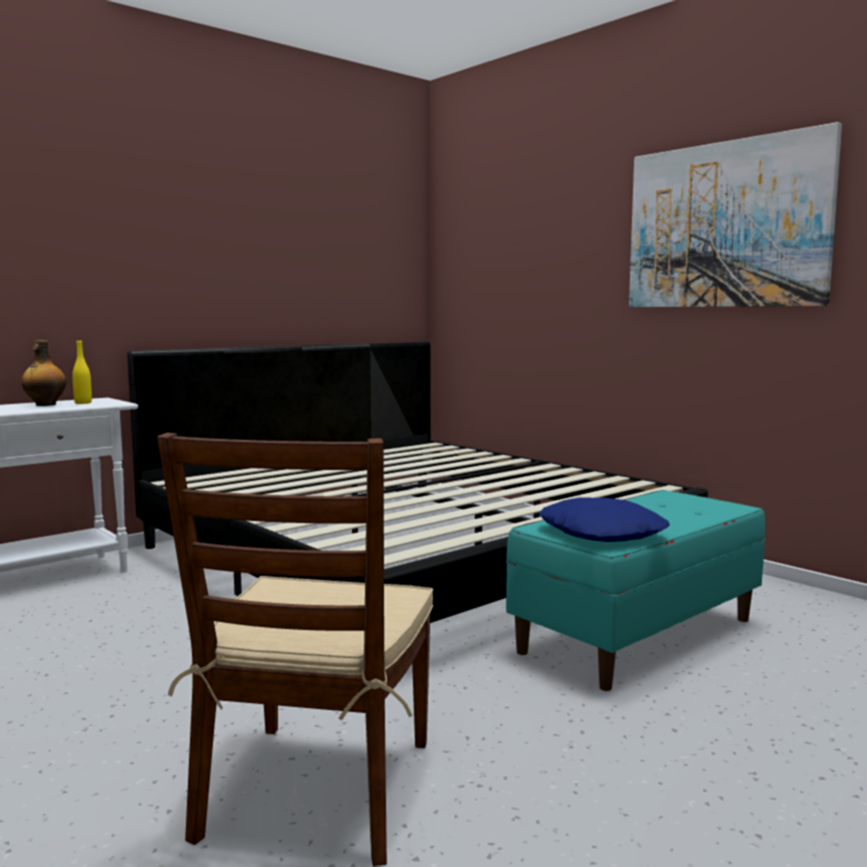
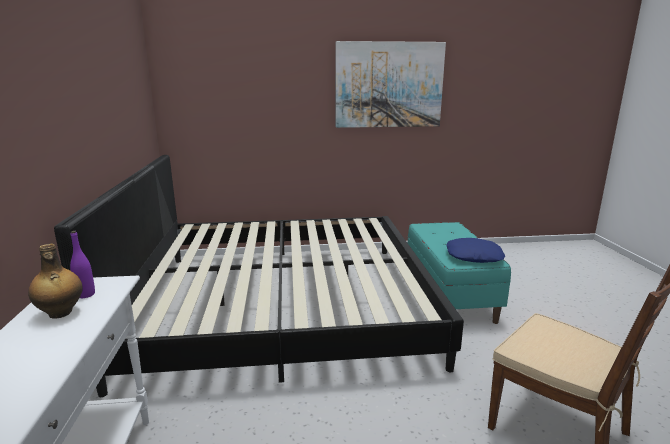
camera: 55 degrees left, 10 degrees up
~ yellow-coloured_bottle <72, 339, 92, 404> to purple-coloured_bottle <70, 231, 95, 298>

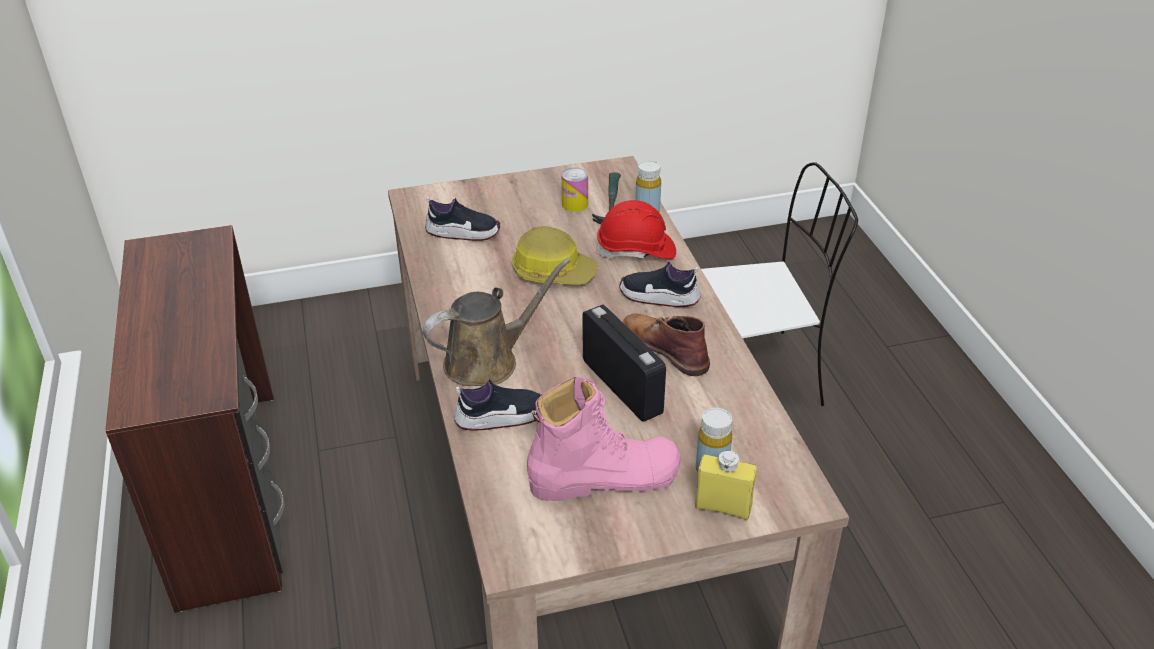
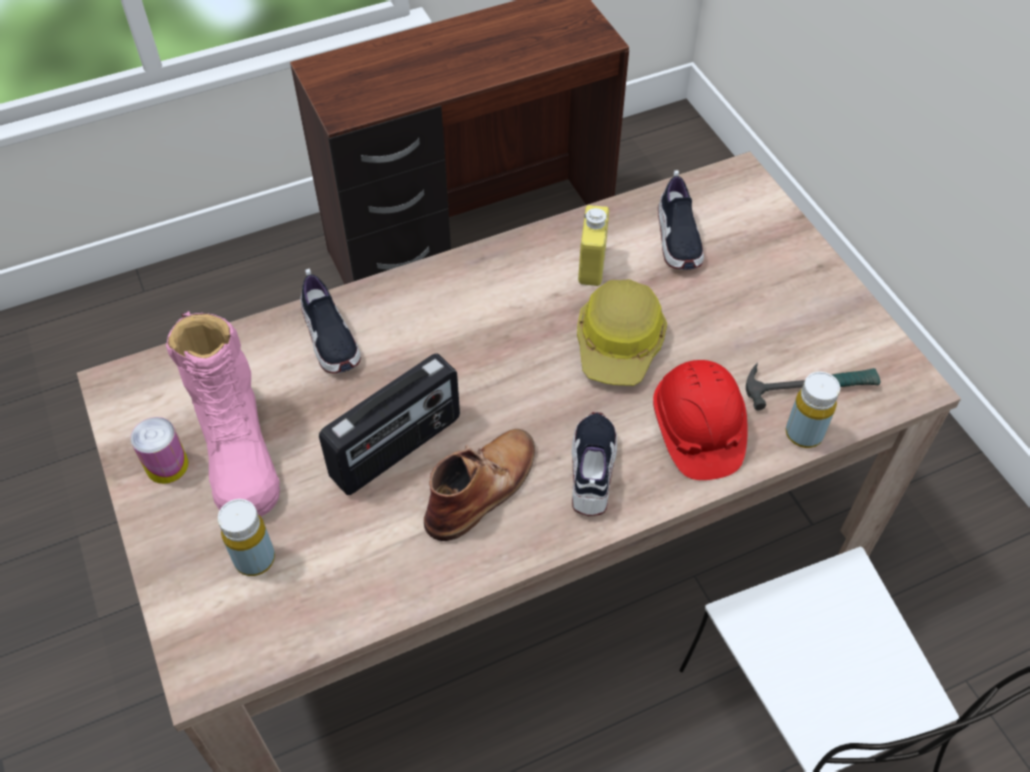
camera: 80 degrees right, 15 degrees up
~ metal_can <562, 168, 588, 212> to <130, 417, 189, 484>
~ yellow-coloured_bottle <695, 451, 757, 520> to <578, 205, 609, 286>
- brownish_watering_pot <423, 258, 571, 386>

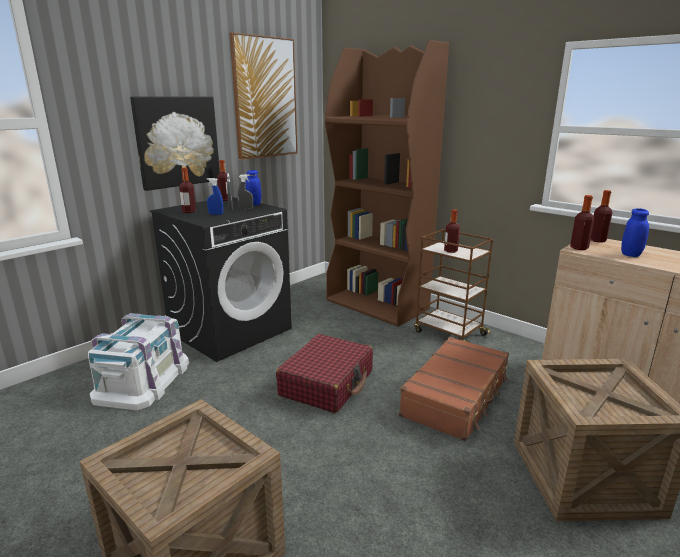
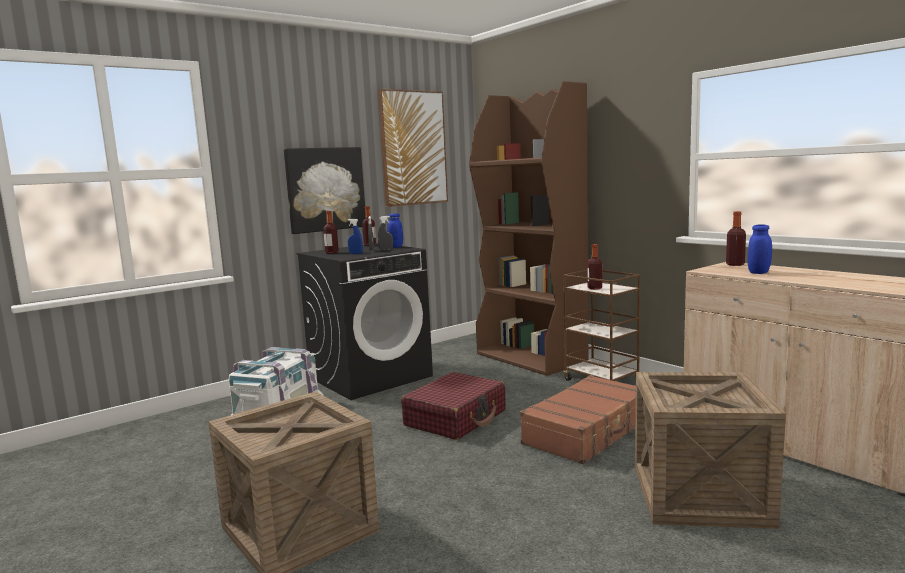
camera: 10 degrees right, 10 degrees down
- bottle <570, 195, 594, 250>

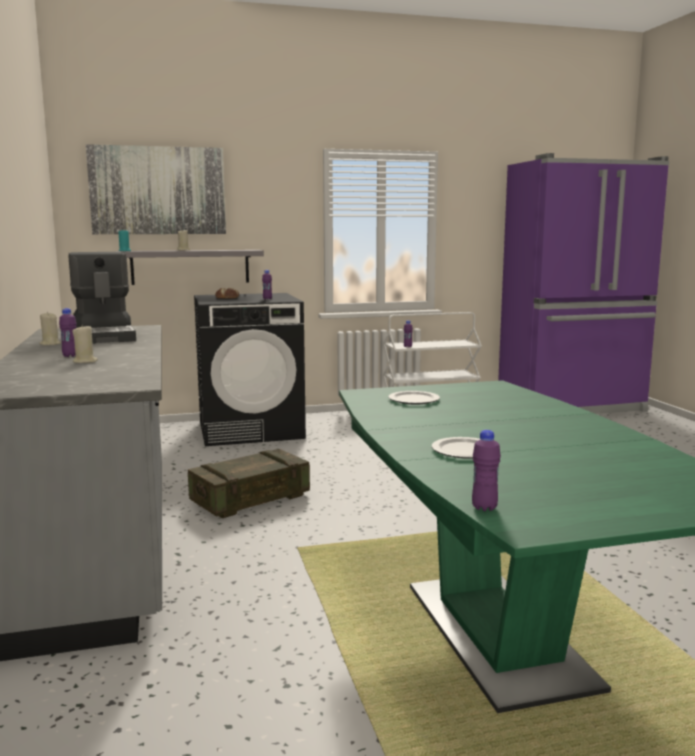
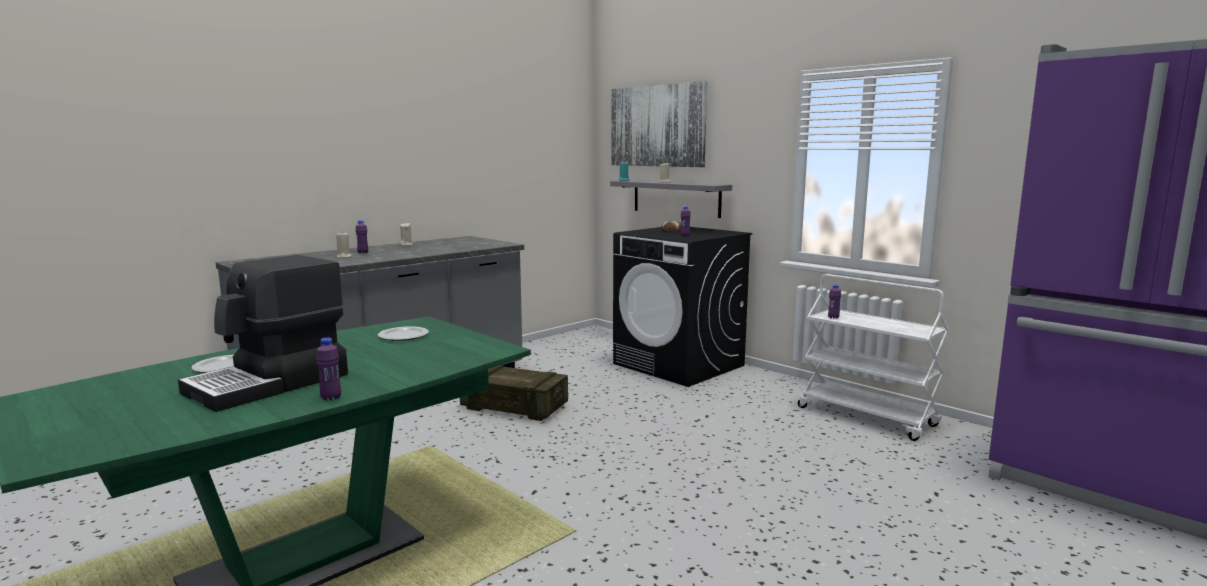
camera: 60 degrees right, 0 degrees up
~ coffee_brewer <69, 252, 136, 344> to <178, 255, 348, 412>
~ purple-coloured_bottle <472, 430, 501, 511> to <316, 337, 341, 401>

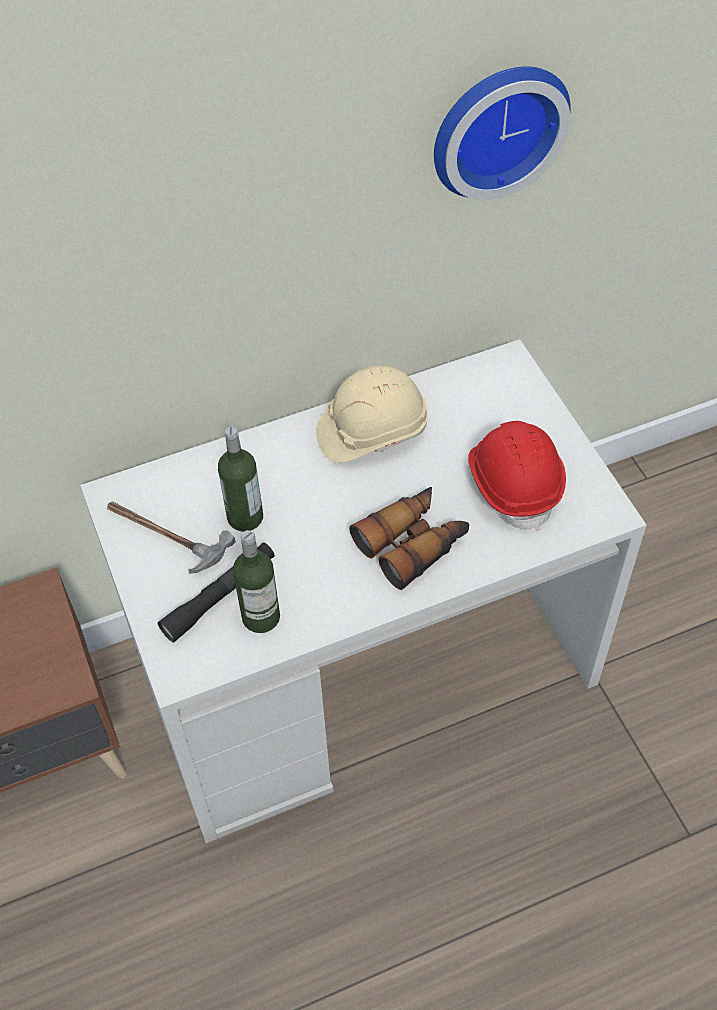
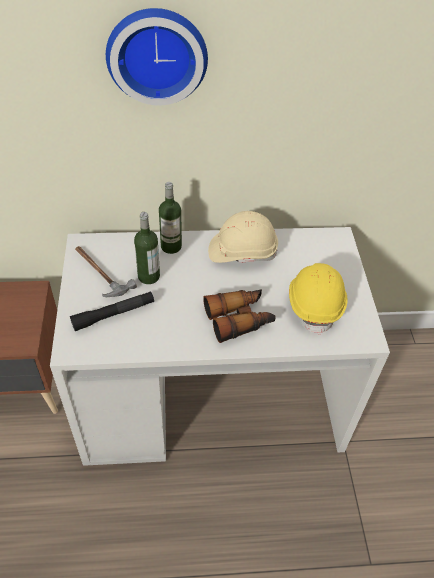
camera: 15 degrees right, 5 degrees down
~ wall_clock <434, 66, 571, 200> to <106, 8, 208, 105>
~ bottle <233, 530, 280, 633> to <159, 182, 182, 254>
~ reddish_hard_hat <468, 421, 566, 531> to yellow-coloured_hard_hat <289, 263, 348, 335>

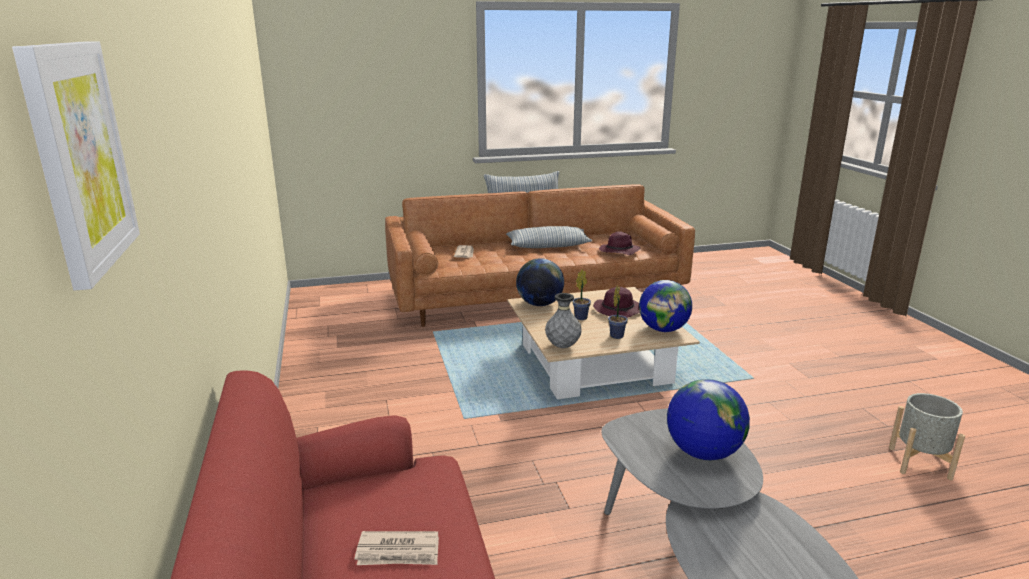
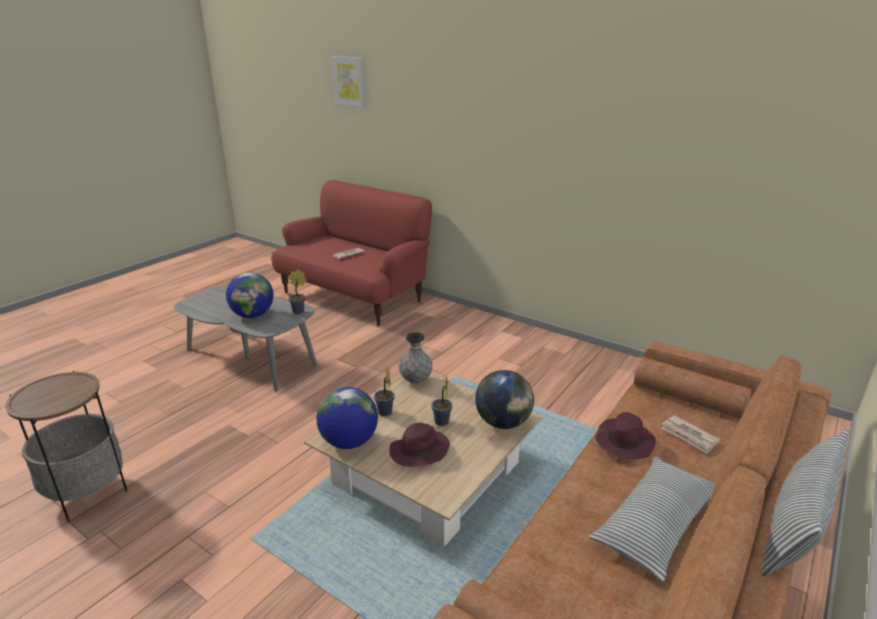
camera: 140 degrees right, 5 degrees up
~ grey_flower_pot <889, 393, 965, 480> to accent_table <5, 371, 128, 523>
+ plant_in_a_pot <288, 269, 306, 314>
~ purple-coloured_wearable_hat <599, 231, 640, 255> to <595, 412, 656, 460>

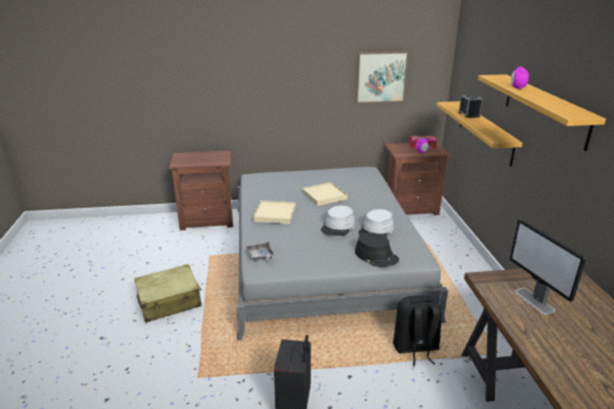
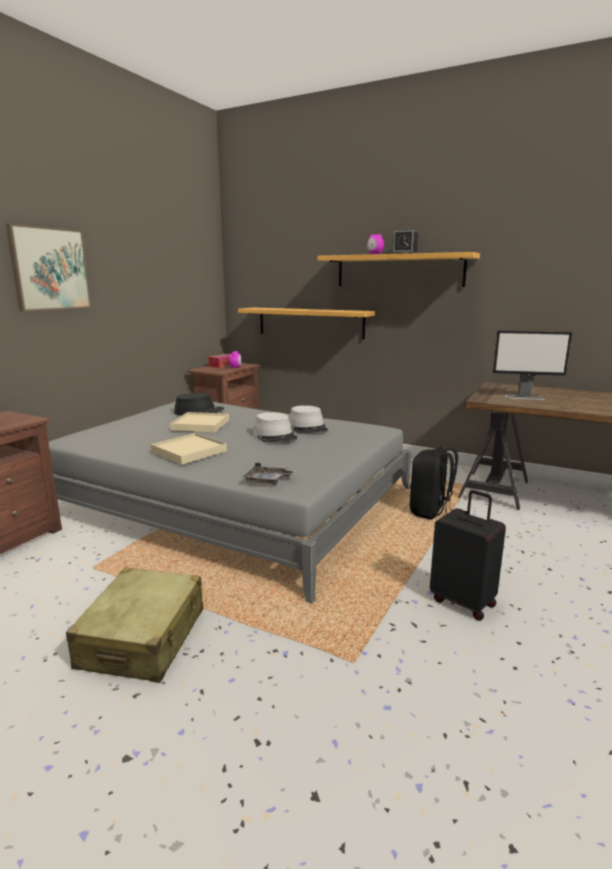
camera: 55 degrees left, 10 degrees down
~ picture <356, 51, 408, 103> to <6, 223, 91, 312>
~ black-coloured_wearable_hat <355, 233, 399, 267> to <174, 393, 224, 416>
~ alarm_clock <458, 94, 482, 118> to <391, 228, 418, 254>

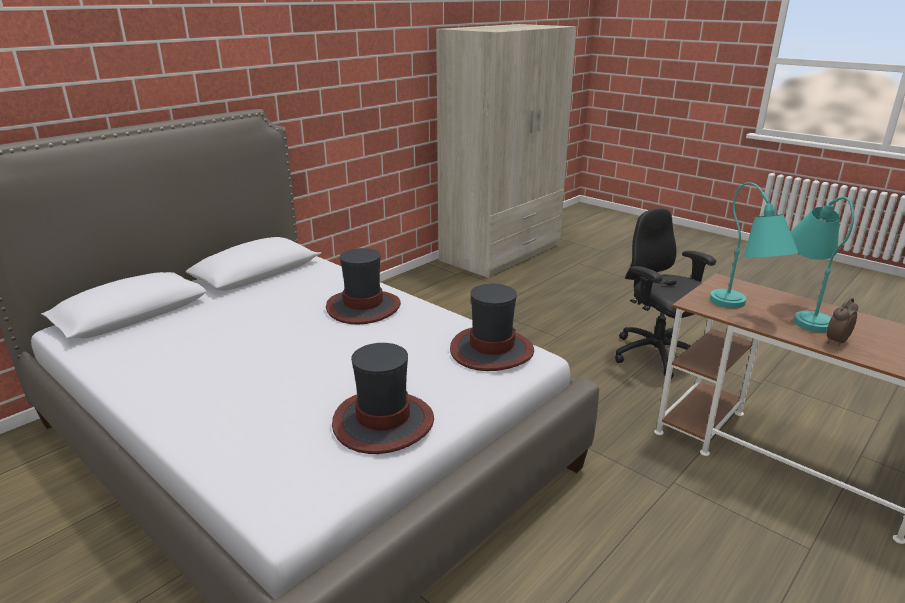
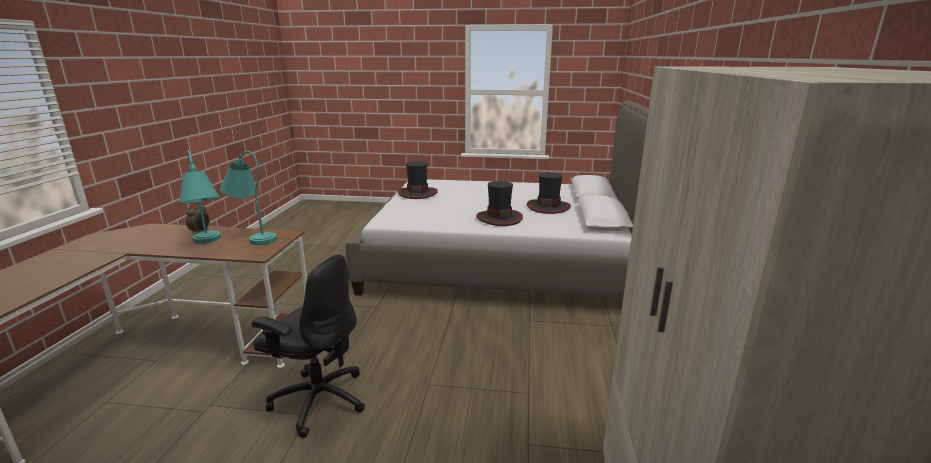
camera: 145 degrees right, 5 degrees down
~ wearable_hat <450, 284, 534, 371> to <527, 172, 571, 214>

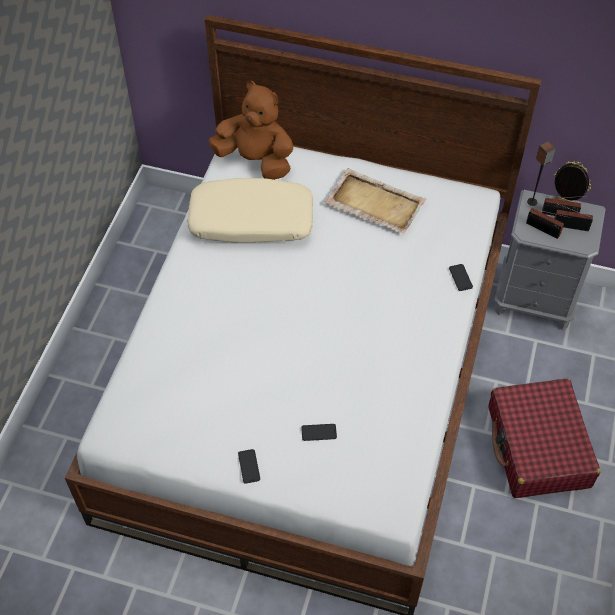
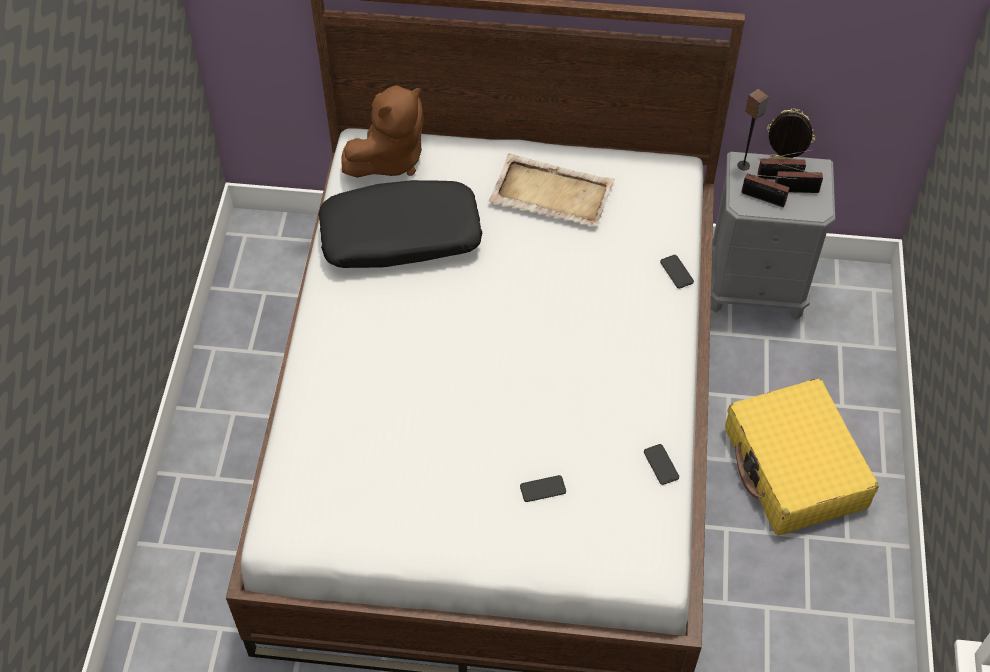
camera: 10 degrees left, 0 degrees up
~ sand-coloured_throw_pillow <187, 178, 313, 242> to black-coloured_throw_pillow <318, 180, 482, 268>
~ brownish_cuddly_toy <208, 81, 293, 180> = <341, 85, 424, 178> 120 degrees clockwise
~ phone <238, 449, 260, 484> to <644, 444, 679, 485>
~ reddish_piece_of_luggage <489, 379, 600, 498> to yellow-coloured_piece_of_luggage <725, 378, 879, 536>

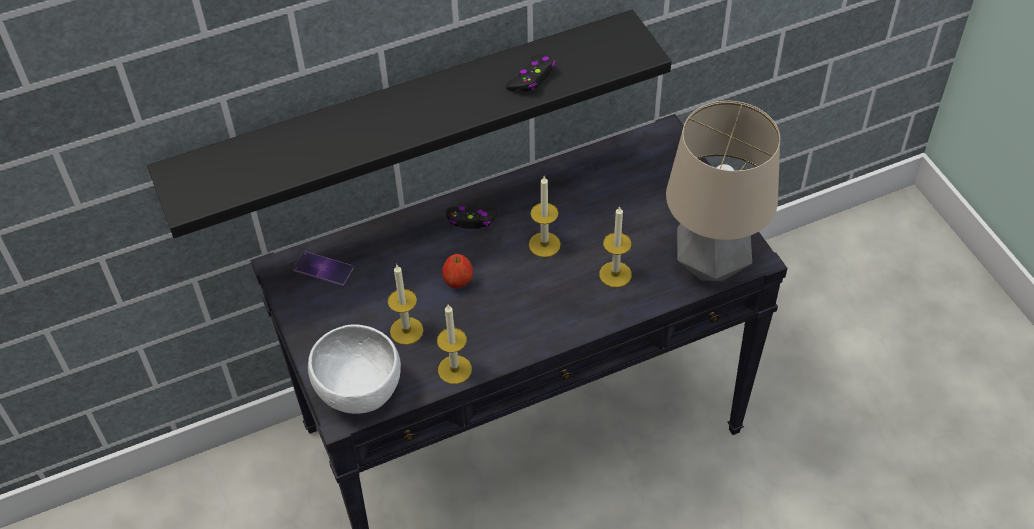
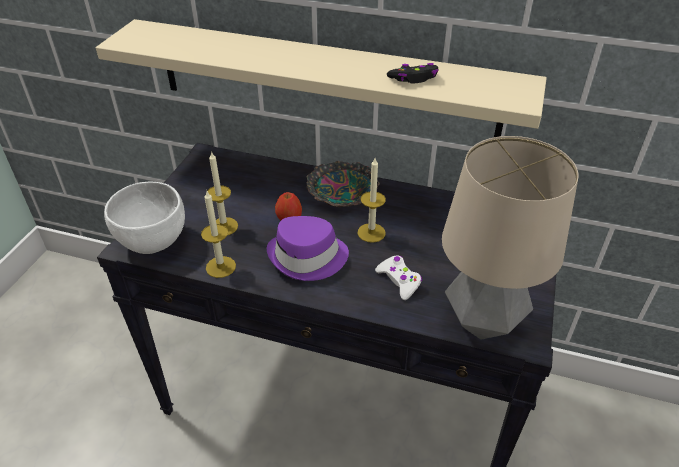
camera: 40 degrees right, 10 degrees down
~ black-coloured_bracket_shelf <147, 9, 671, 238> to sand-coloured_bracket_shelf <96, 19, 547, 137>
+ purple-coloured_wearable_hat <267, 216, 349, 281>
~ black-coloured_joypad <446, 206, 498, 229> to bowl <306, 161, 380, 207>
~ wax_light <599, 206, 632, 287> to white_joypad <375, 255, 422, 300>
- phone <293, 251, 354, 286>

